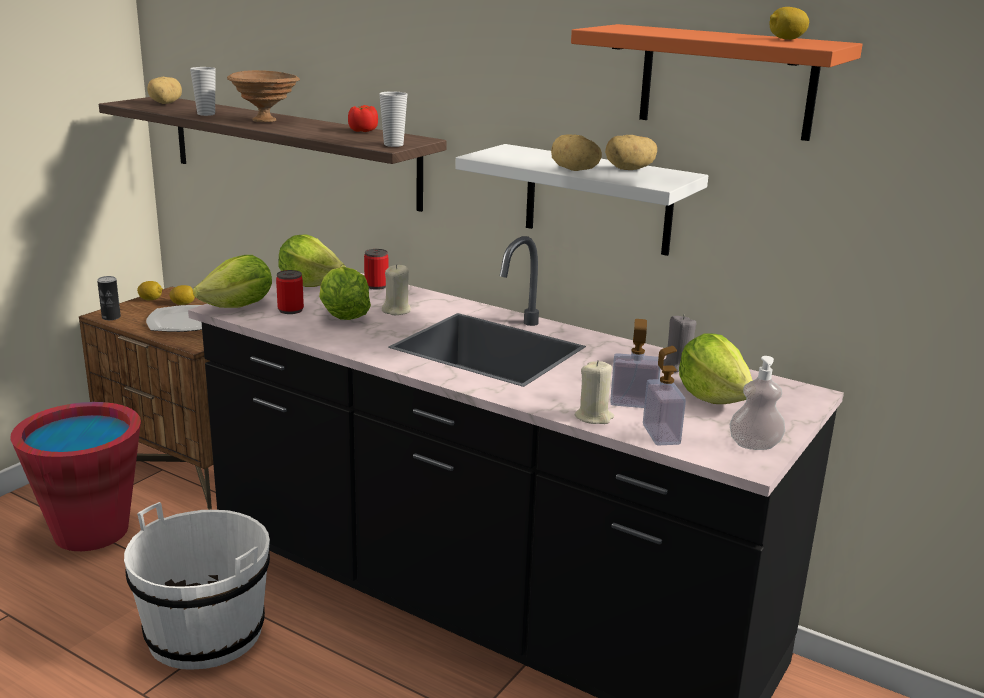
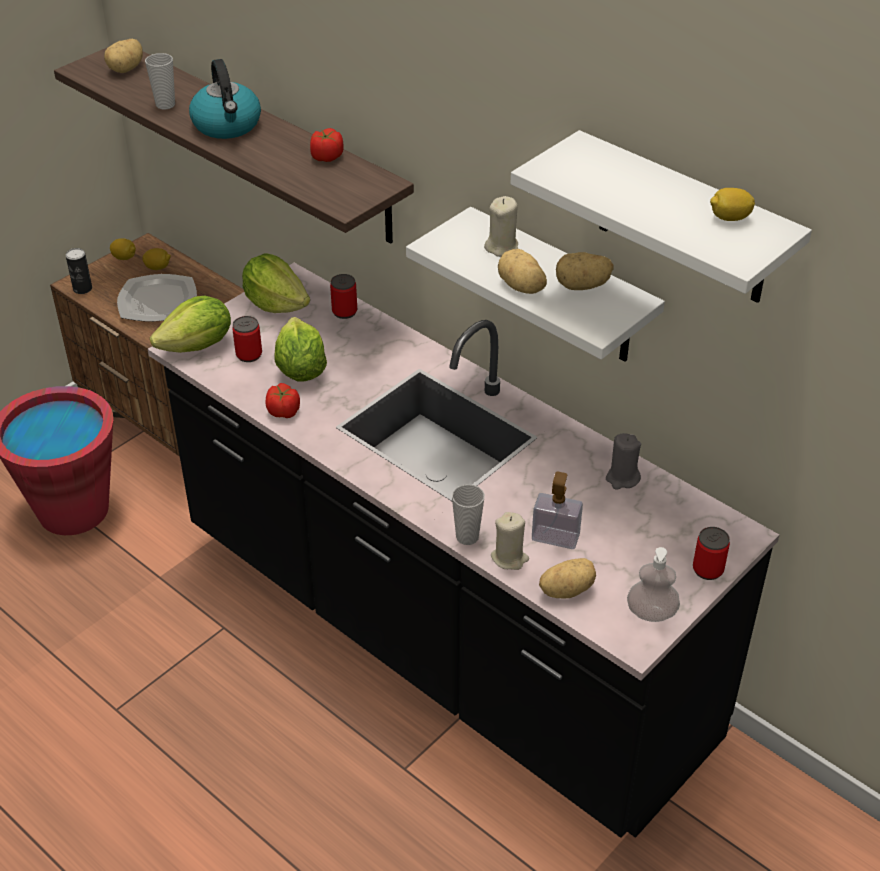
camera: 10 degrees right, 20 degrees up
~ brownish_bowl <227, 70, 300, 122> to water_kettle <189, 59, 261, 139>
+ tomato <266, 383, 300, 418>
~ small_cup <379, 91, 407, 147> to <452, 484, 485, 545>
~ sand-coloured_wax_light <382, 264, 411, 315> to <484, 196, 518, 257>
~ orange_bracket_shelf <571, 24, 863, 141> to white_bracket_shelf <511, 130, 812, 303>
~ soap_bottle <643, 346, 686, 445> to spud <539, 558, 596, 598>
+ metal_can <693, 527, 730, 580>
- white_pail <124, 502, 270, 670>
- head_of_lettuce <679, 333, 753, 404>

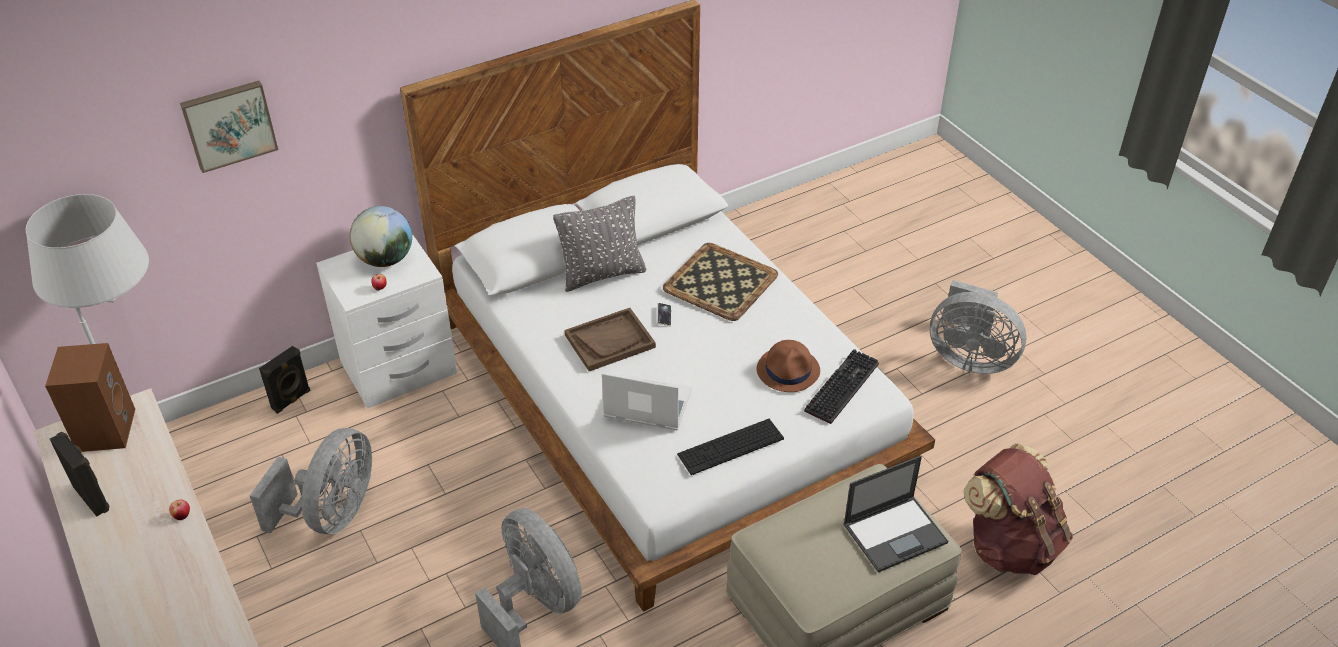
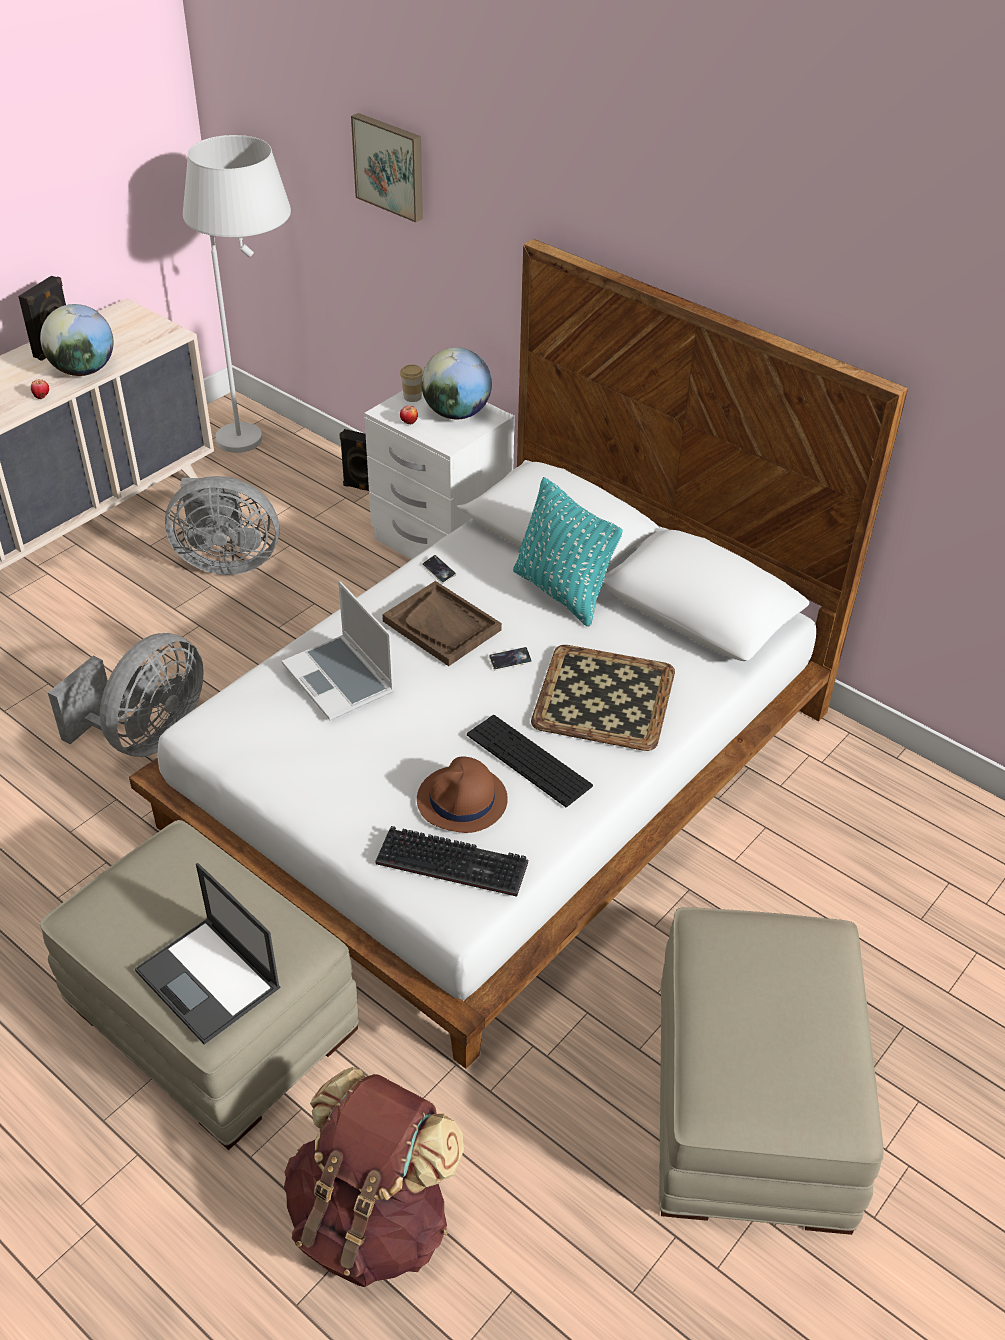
camera: 70 degrees right, 0 degrees up
+ world_globe <40, 304, 113, 376>
~ laptop <602, 373, 692, 430> = <282, 581, 394, 720> 150 degrees clockwise
+ small_cup <400, 364, 423, 402>
+ phone <422, 555, 456, 584>
~ keyboard <677, 419, 784, 475> to <467, 715, 593, 807>
~ grey_throw_pillow <553, 196, 646, 292> to turquoise_throw_pillow <513, 477, 623, 626>
~ grey_cooling_fan <930, 280, 1027, 374> to sand-coloured_ottoman <659, 907, 884, 1235>
- brownish_loudspeaker <45, 343, 135, 452>

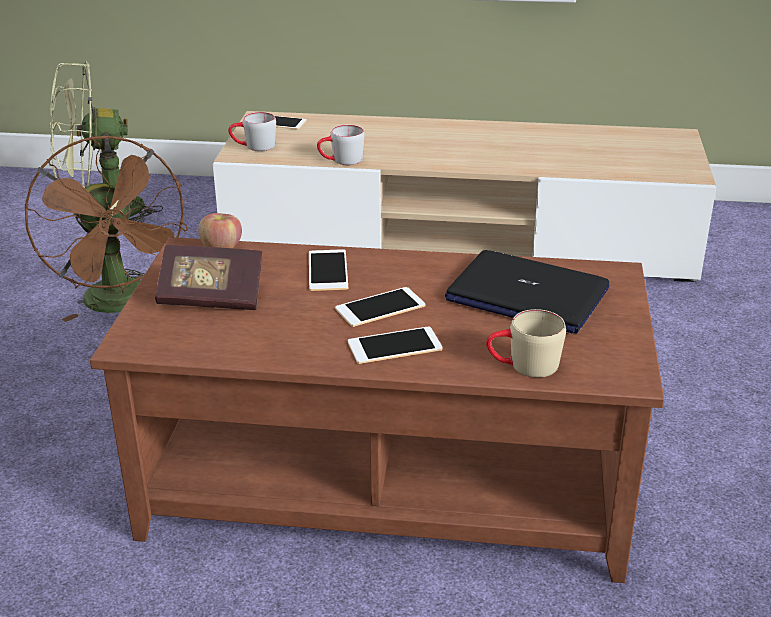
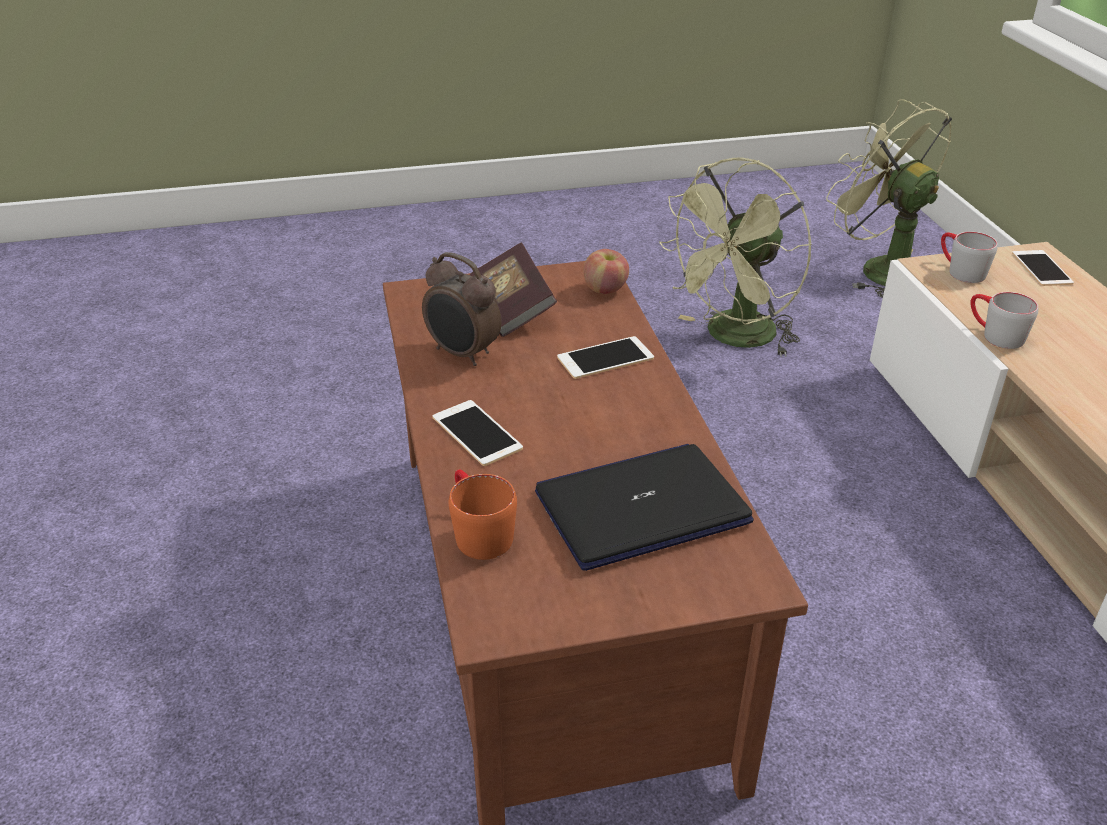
camera: 70 degrees right, 5 degrees up
+ alarm_clock <422, 252, 501, 366>
~ sand-coloured_tea_mug <486, 309, 566, 378> to orange_tea_mug <448, 470, 517, 560>
~ laptop <445, 250, 610, 334> = <535, 444, 754, 571> 60 degrees clockwise
~ brownish_cooling_fan <24, 136, 188, 322> to greenish_cooling_fan <659, 157, 812, 357>
- phone <335, 287, 426, 327>

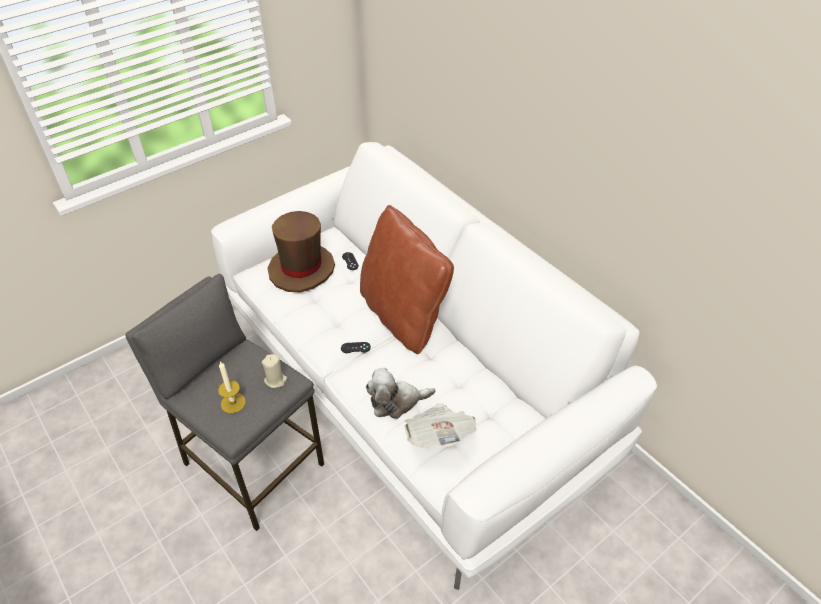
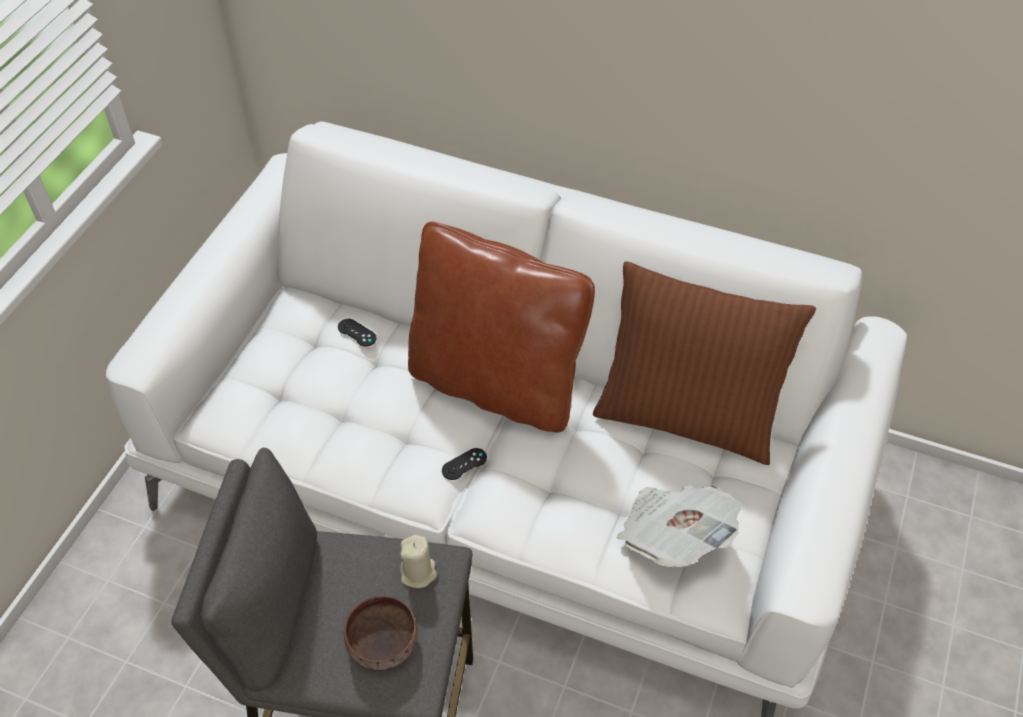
camera: 30 degrees left, 5 degrees up
~ wax_light <218, 361, 246, 413> to brownish_bowl <344, 595, 418, 671>
+ brownish_throw_pillow <593, 261, 816, 465>
- brownish_wearable_hat <267, 211, 335, 293>
- cuddly_toy <366, 368, 435, 419>

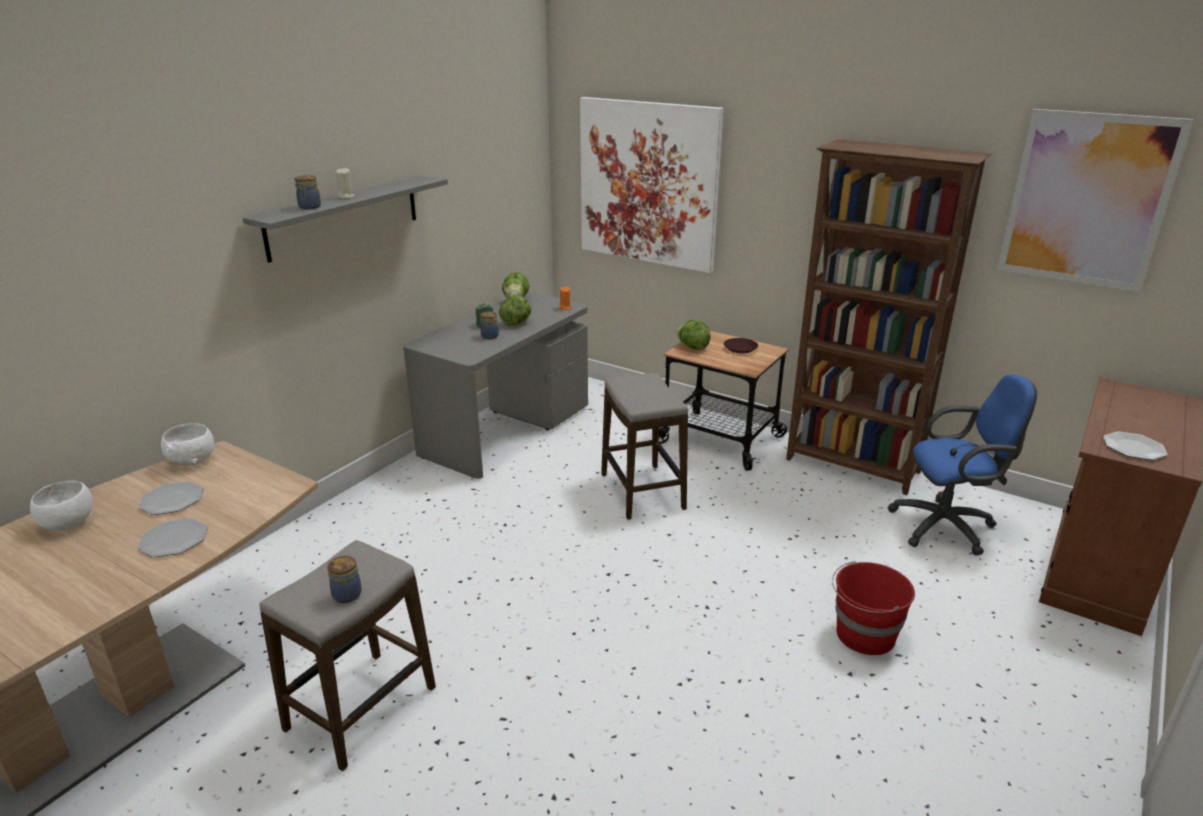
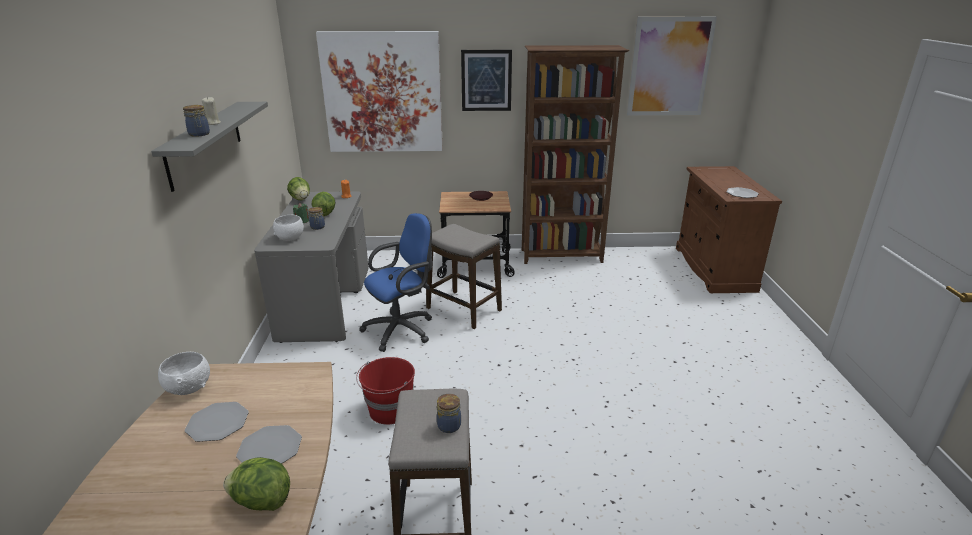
camera: 35 degrees left, 0 degrees up
~ head_of_lettuce <676, 320, 711, 350> to <223, 457, 290, 511>
~ white_bowl <30, 481, 93, 531> to <273, 215, 304, 241>
~ reddish_pail <832, 561, 915, 655> to <356, 357, 415, 425>
~ blue-coloured_computer_chair <888, 374, 1037, 556> to <359, 213, 433, 352>
+ picture <461, 49, 512, 111>

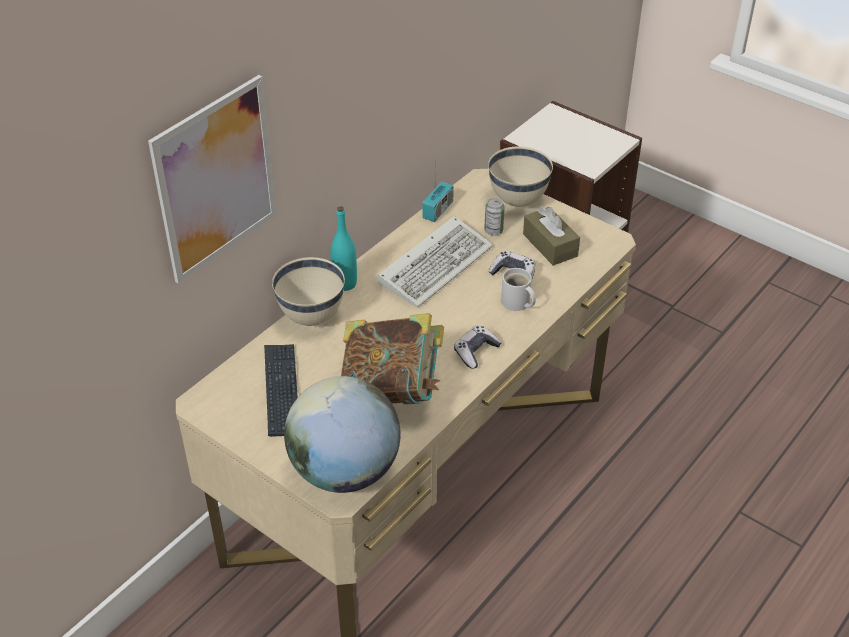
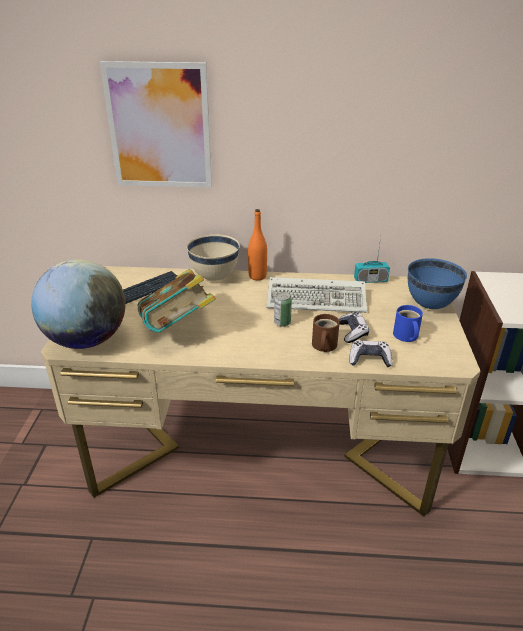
camera: 55 degrees right, 10 degrees down
~ turquoise_bottle <330, 206, 357, 291> to orange_bottle <248, 209, 267, 280>
~ metal_can <484, 198, 505, 236> to <274, 292, 292, 327>
~ white_tea_mug <501, 268, 536, 311> to brownish_tea_mug <312, 314, 340, 352>
~ joypad <454, 325, 501, 369> to <349, 340, 392, 367>
~ brownish_tissue_holder <523, 207, 580, 266> to blue-coloured_tea_mug <393, 305, 423, 342>
~ sand-coloured_bowl <488, 146, 553, 207> to blue-coloured_bowl <408, 258, 467, 309>

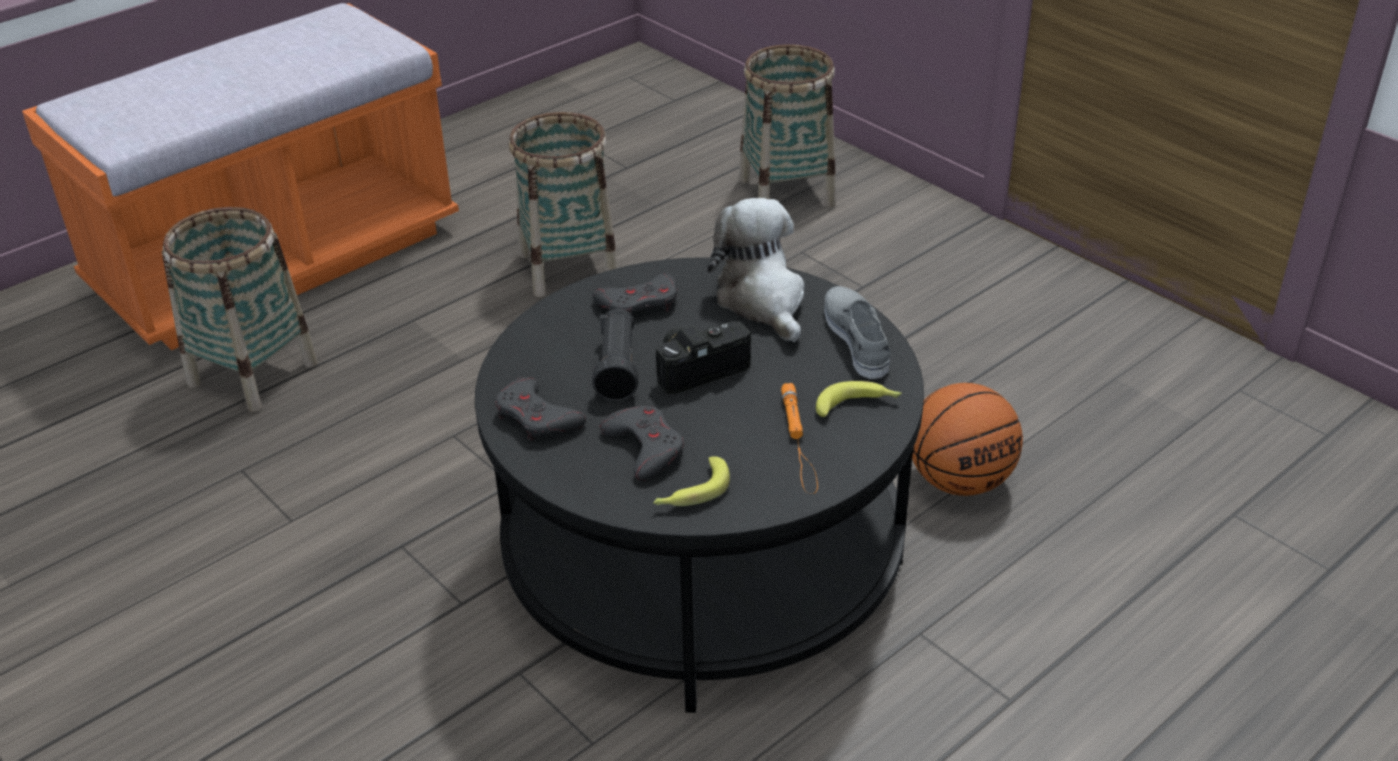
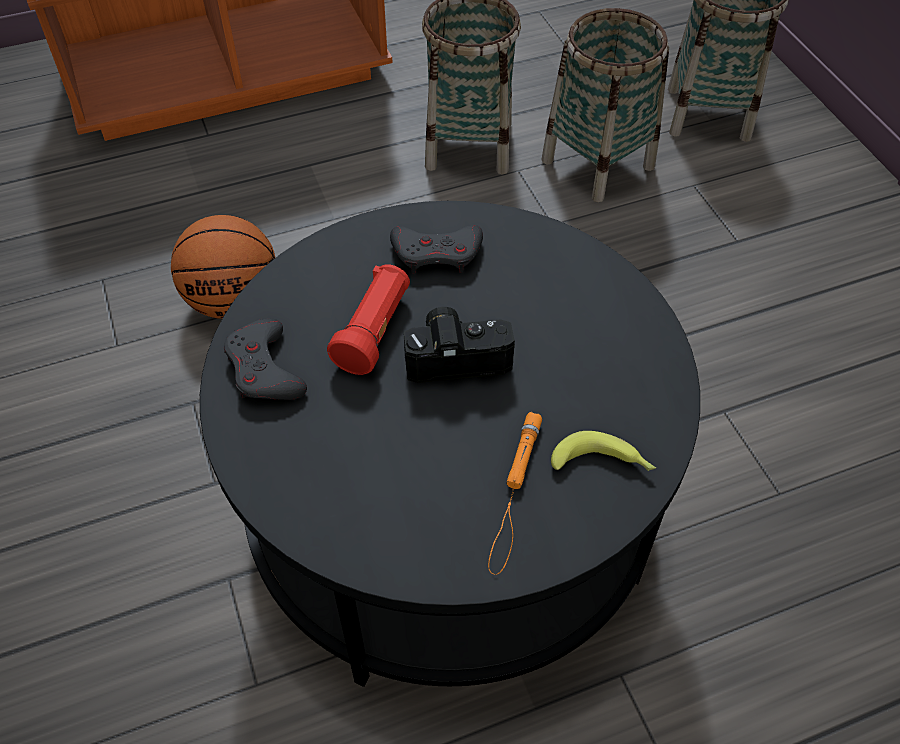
camera: 20 degrees right, 15 degrees up
~ ball_for_basketball <912, 383, 1023, 496> to <171, 215, 275, 319>
~ black-coloured_torch <592, 309, 638, 401> to reddish_torch <327, 264, 410, 375>
~ basket <162, 207, 318, 412> to <541, 8, 669, 202>
- grey_joypad <600, 406, 684, 481>
- banana_fruit <653, 456, 730, 506>
- cuddly_toy <707, 198, 805, 343>
- grey_low_shoe <824, 286, 890, 379>

